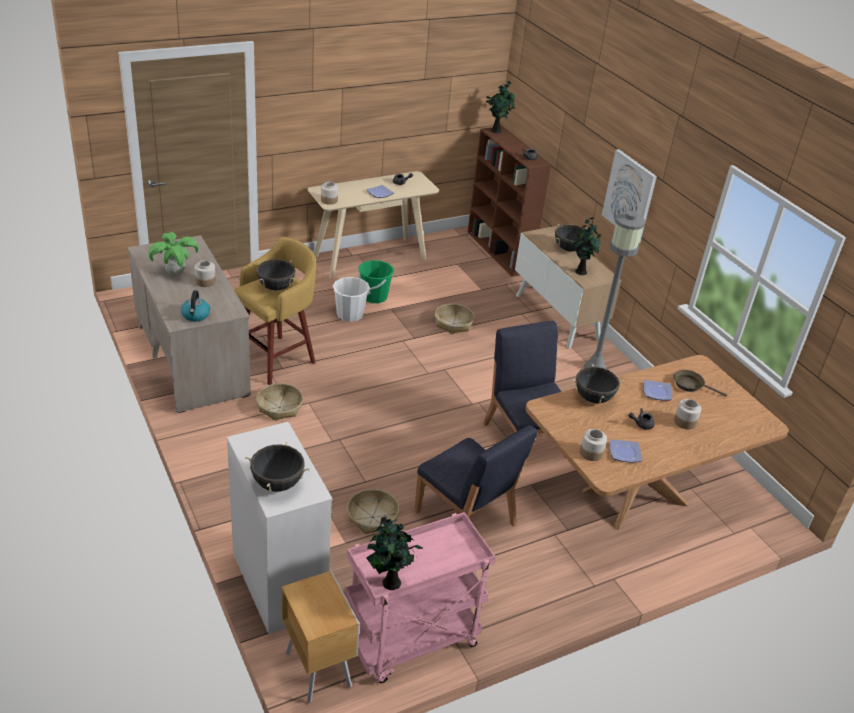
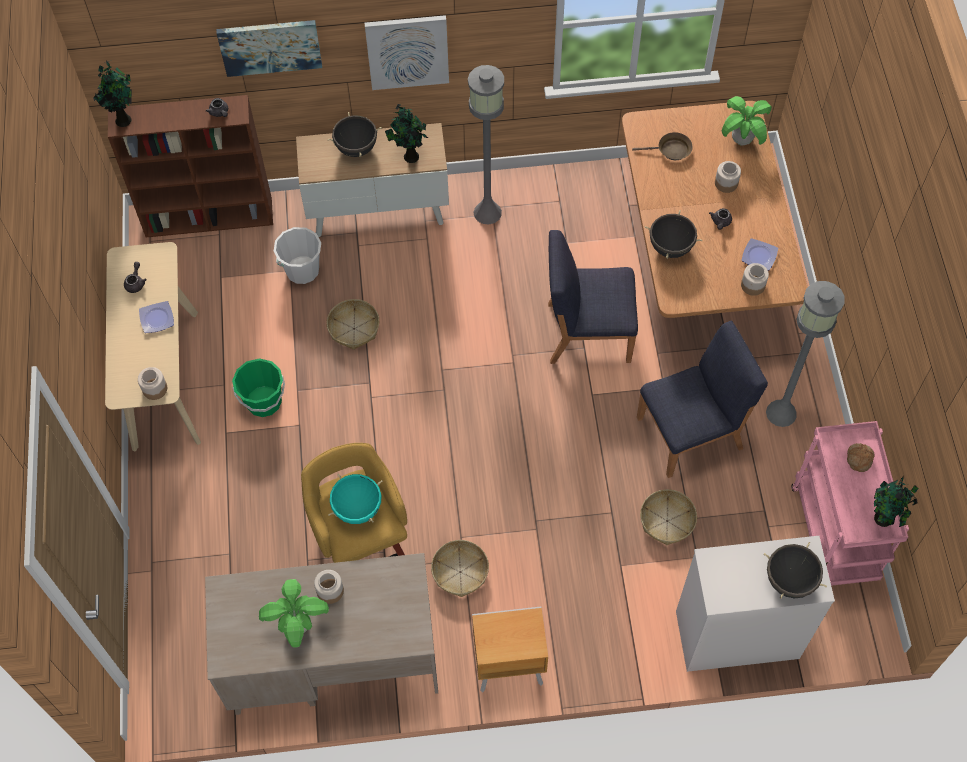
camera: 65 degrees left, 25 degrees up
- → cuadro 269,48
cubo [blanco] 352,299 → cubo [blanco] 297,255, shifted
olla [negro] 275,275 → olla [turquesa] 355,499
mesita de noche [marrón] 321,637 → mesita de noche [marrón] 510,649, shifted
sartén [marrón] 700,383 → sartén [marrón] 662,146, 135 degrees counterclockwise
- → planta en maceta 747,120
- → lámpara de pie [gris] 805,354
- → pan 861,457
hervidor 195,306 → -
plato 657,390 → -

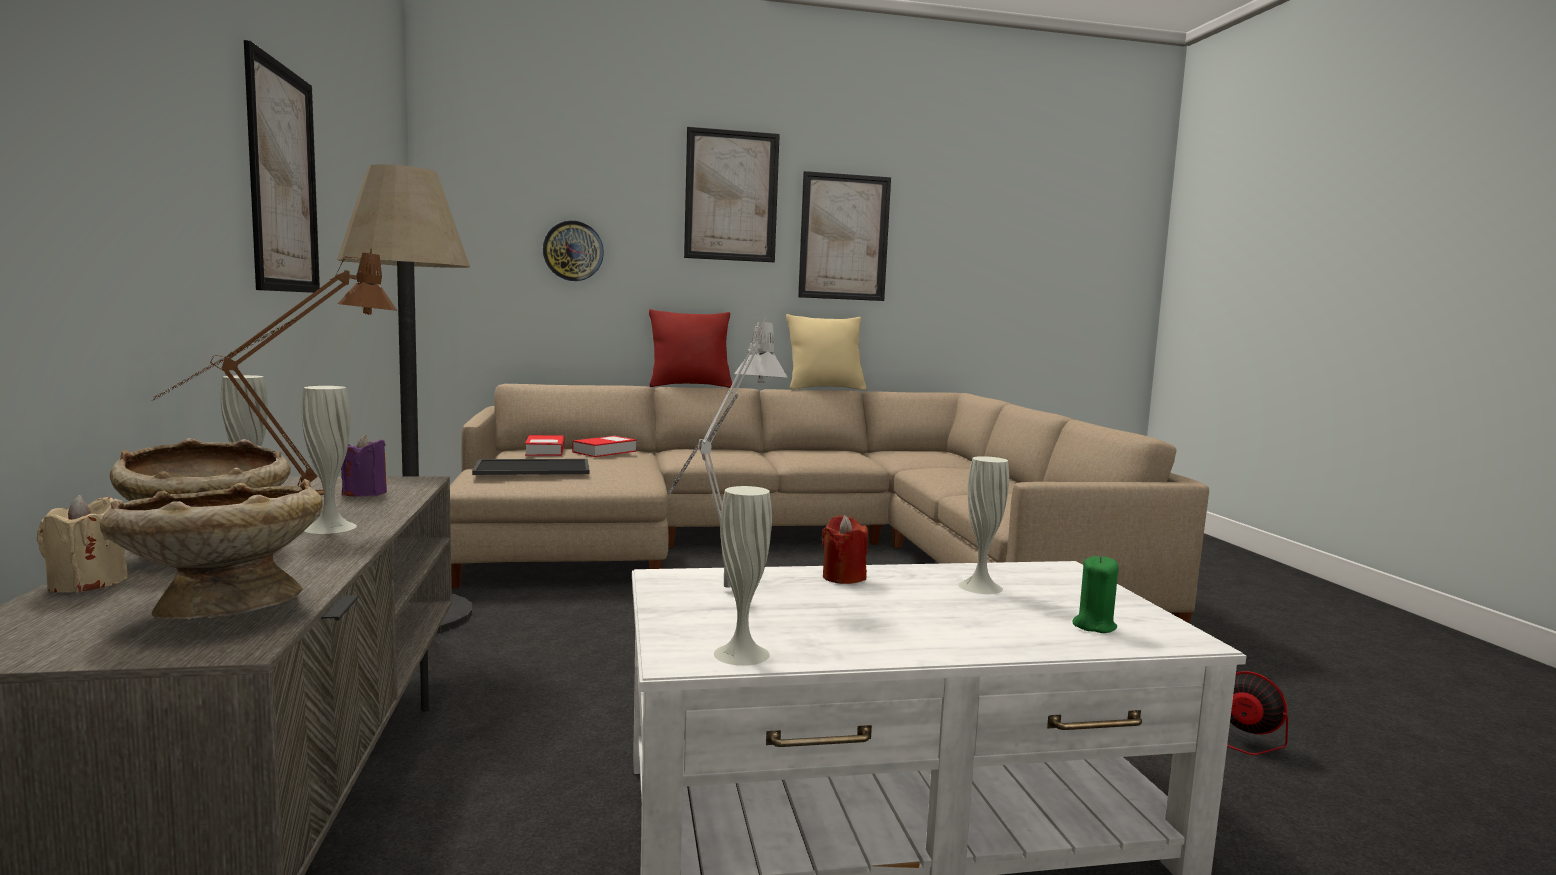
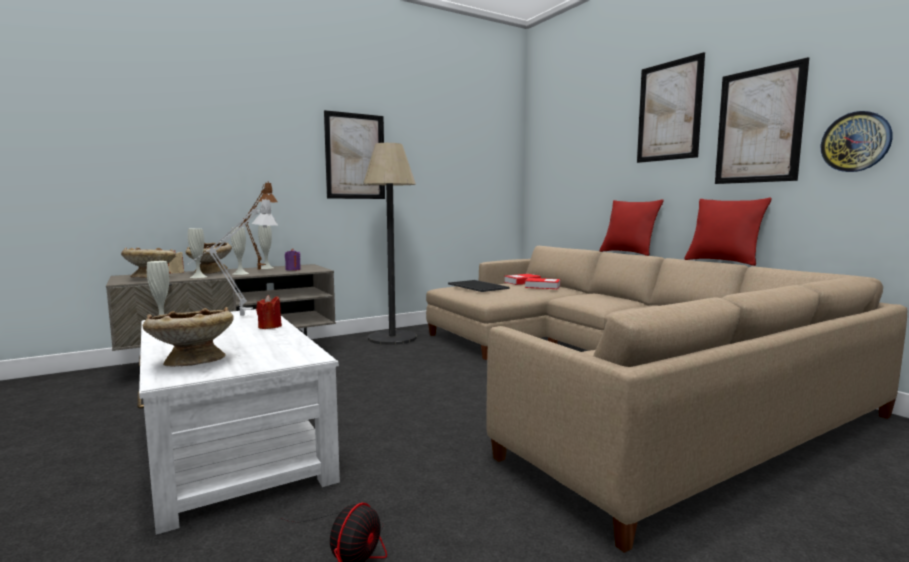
camera: 70 degrees right, 0 degrees up
vela [verde] 1095,594 → cuenco [beis] 188,337
florero [blanco] 983,525 → florero [blanco] 198,253, shifted
cojín [beis] 826,352 → cojín [rojo] 728,232
reloj de pared 573,251 → reloj de pared 857,141, shifted

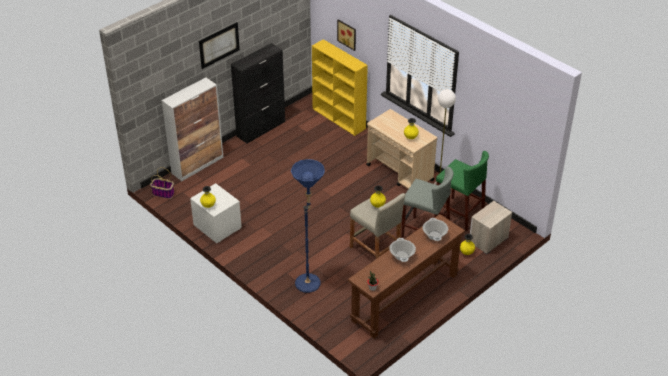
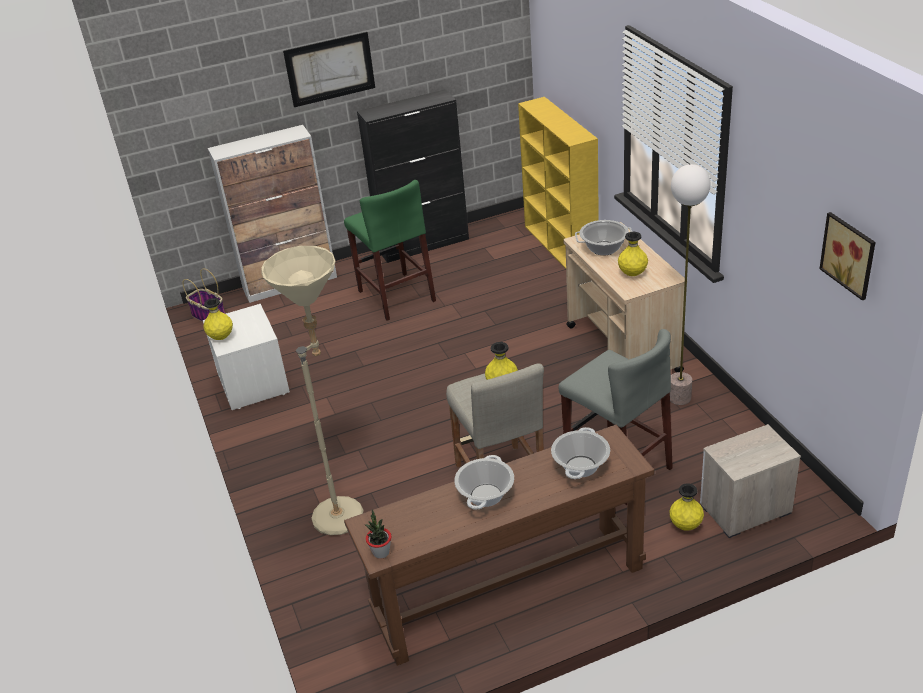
camera: 25 degrees right, 5 degrees down
lámpara de pie [azul] 308,226 → lámpara de pie [beis] 312,390
taburete [verde] 462,191 → taburete [verde] 390,250, shifted
- → olla 603,238
cuadro 346,35 → cuadro 847,256, shifted

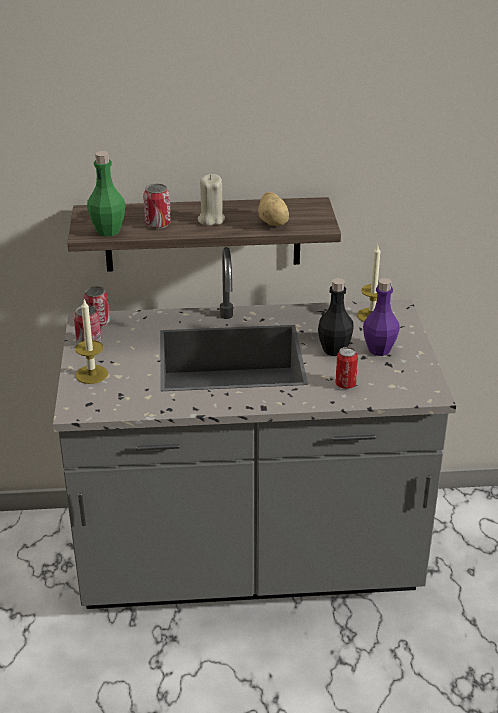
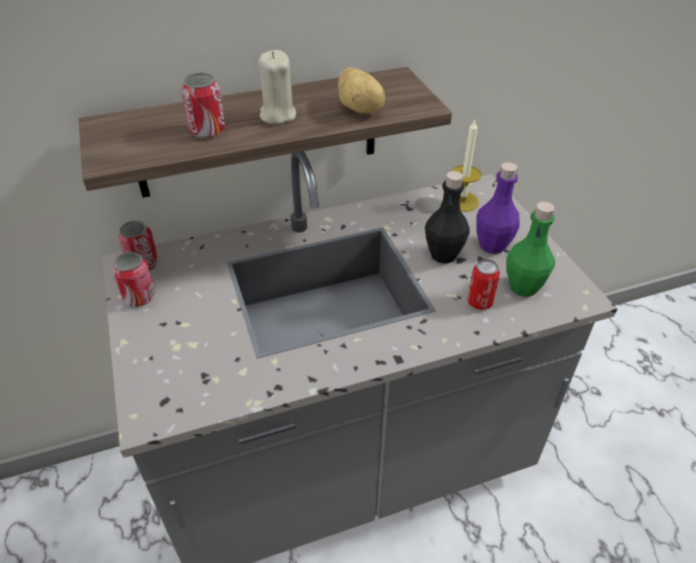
camera: 15 degrees left, 10 degrees up
botella [verde] 106,193 → botella [verde] 530,249, shifted
vela 91,342 → -

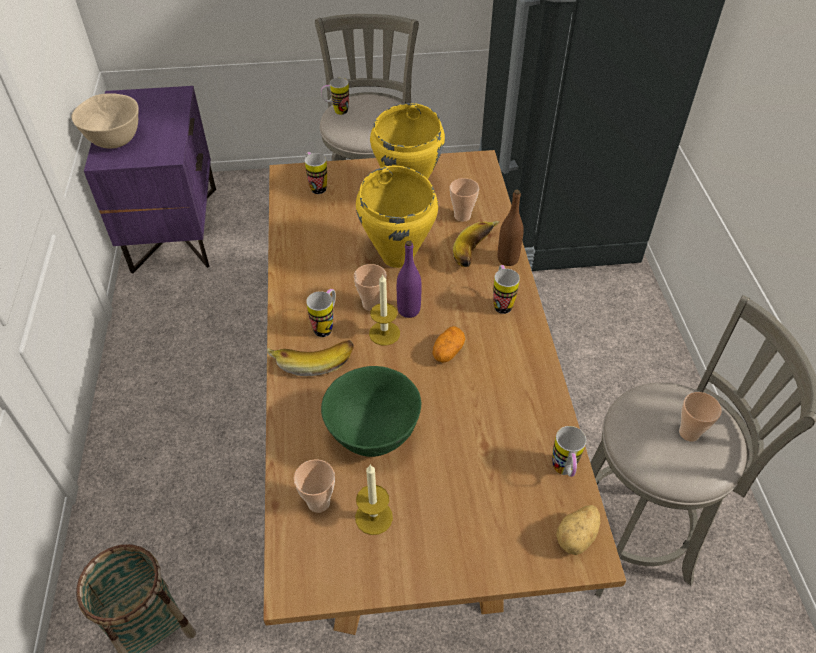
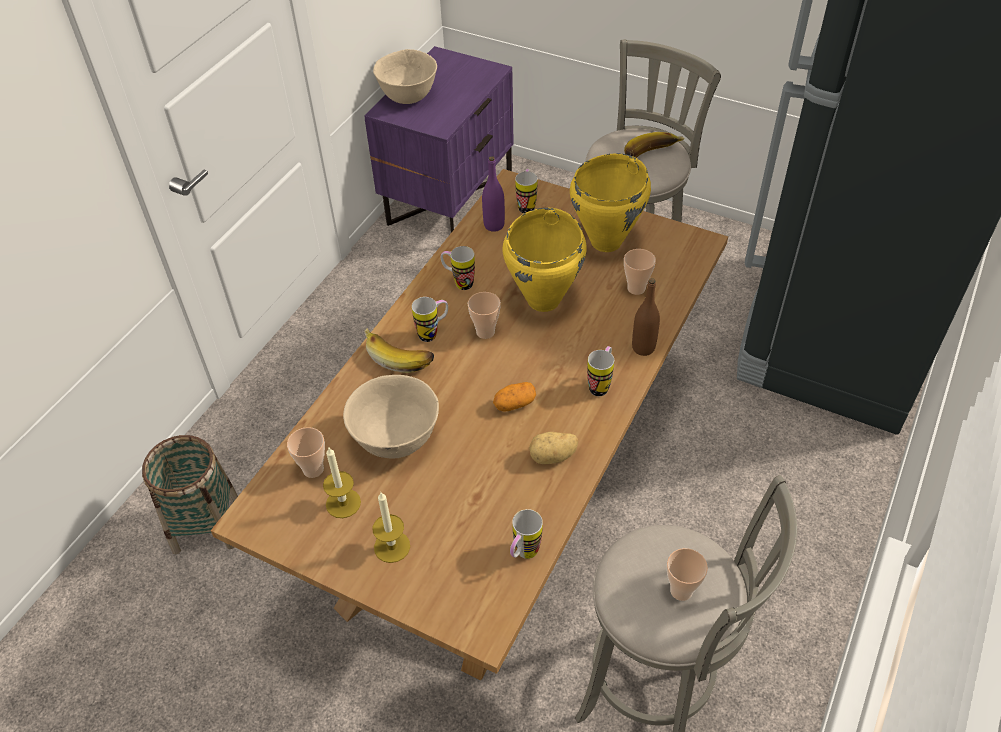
camera: 35 degrees right, 0 degrees up
cuenco [verde] 371,411 → cuenco [beis] 391,417
vela 384,310 → vela 391,527, shifted
taza grande 335,96 → taza grande 458,268, shifted
botella [morado] 409,279 → botella [morado] 493,194, shifted
patata 578,530 → patata 553,448, shifted
plátano 476,244 → plátano 654,145, shifted

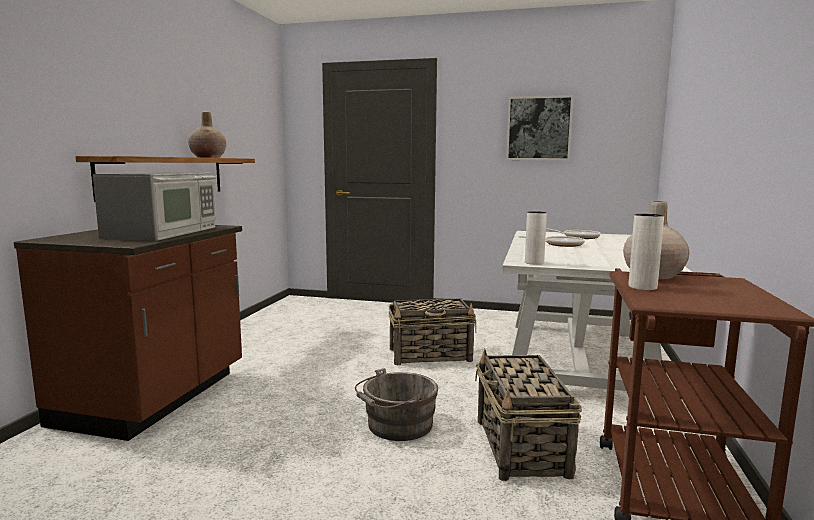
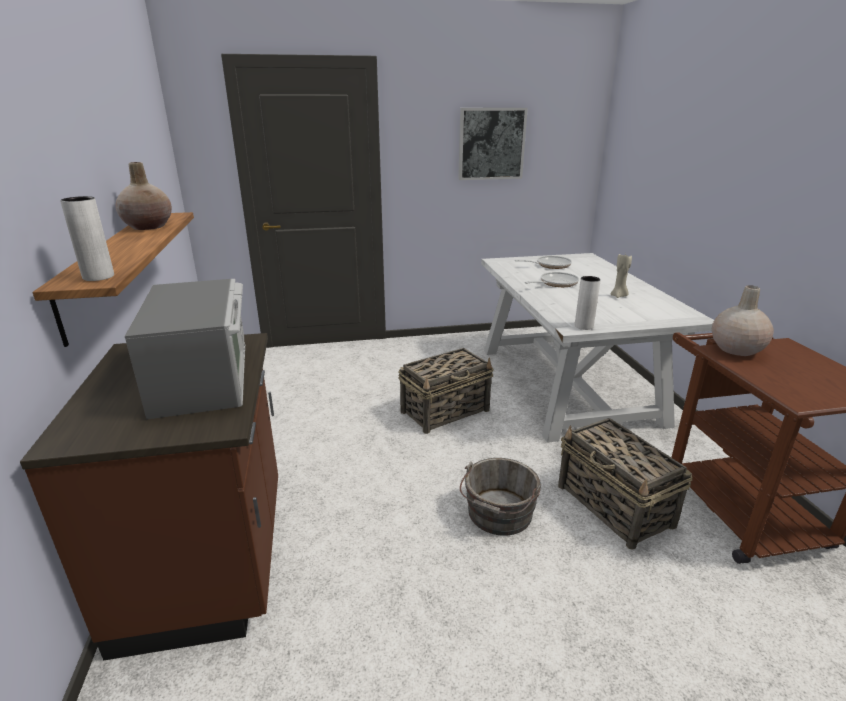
camera: 25 degrees left, 15 degrees up
florero [blanco] 646,252 → florero [blanco] 87,238, shifted
- → vela [beis] 621,275

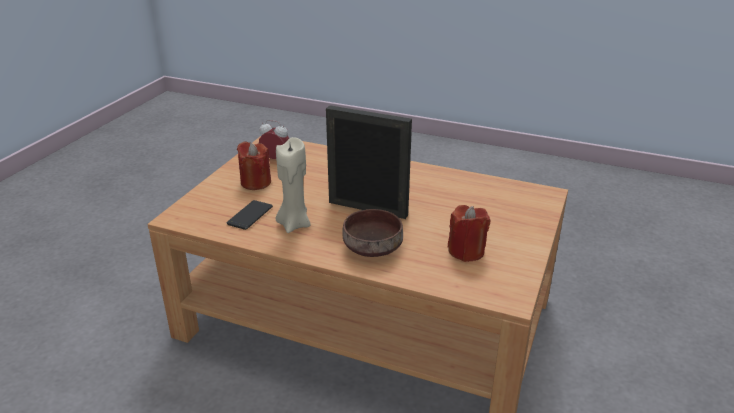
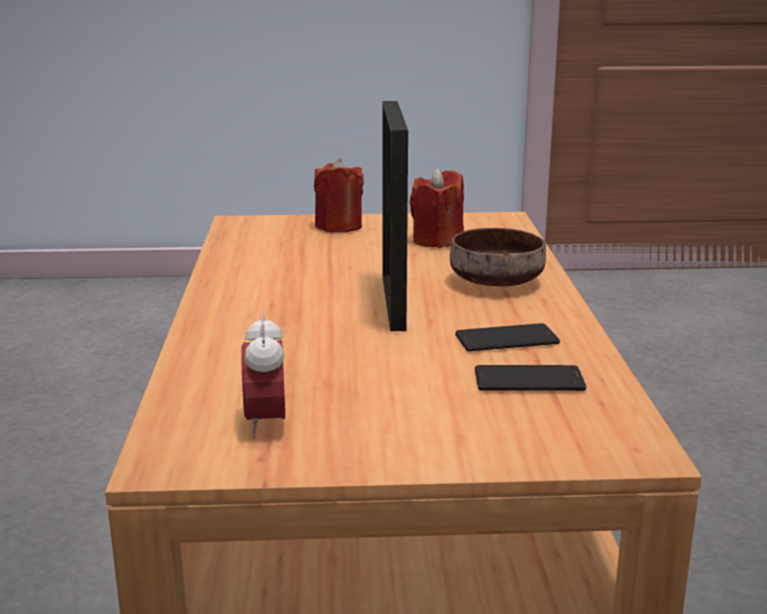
camera: 115 degrees left, 10 degrees down
vela [rojo] 254,165 → vela [rojo] 339,195, shifted
vela [beis] 293,185 → móvil 507,337

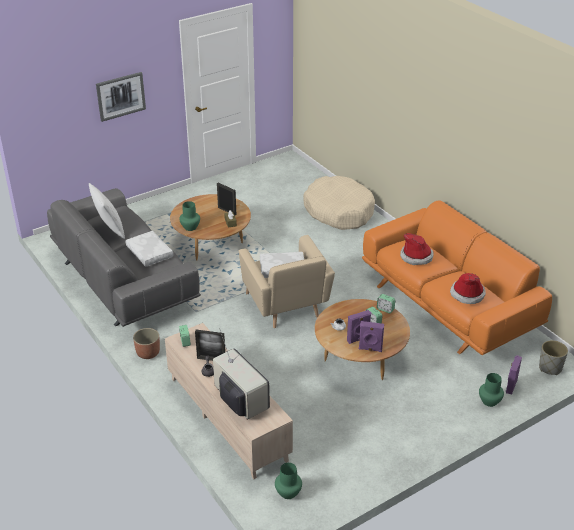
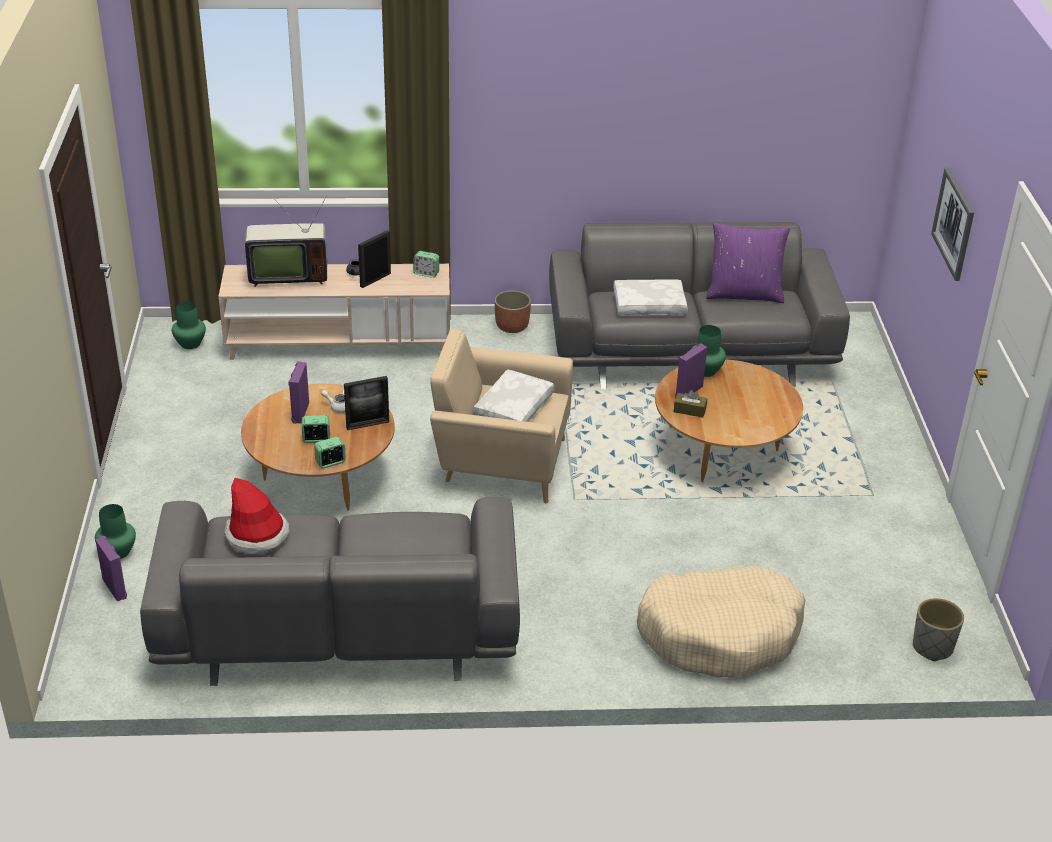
camera: 120 degrees right, 0 degrees up
sofá [naranja] 457,277 → sofá [gris] 330,591
portarretratos 226,199 → portarretratos 366,403, shifted
altavoz [morado] 371,336 → altavoz [morado] 691,370, shifted
cojín [blanco] 107,211 → cojín [morado] 748,263
maceta [gris] 553,357 → maceta [gris] 938,629, shifted
sombrero 417,249 → -

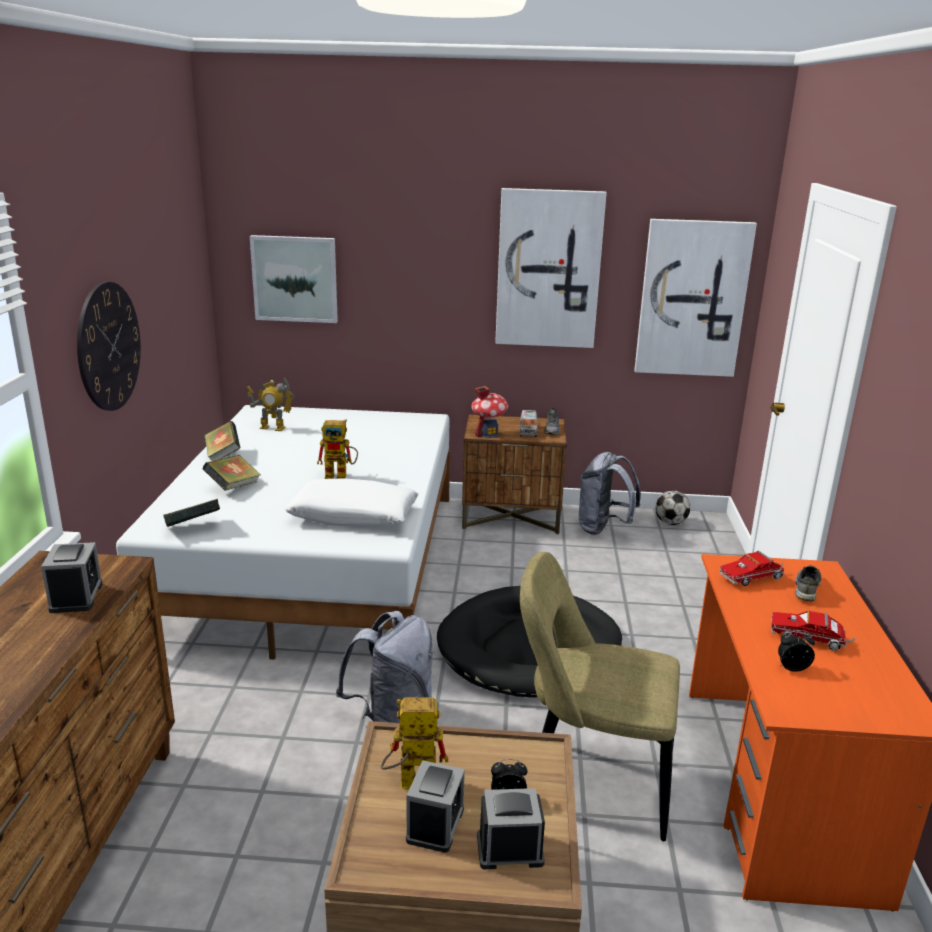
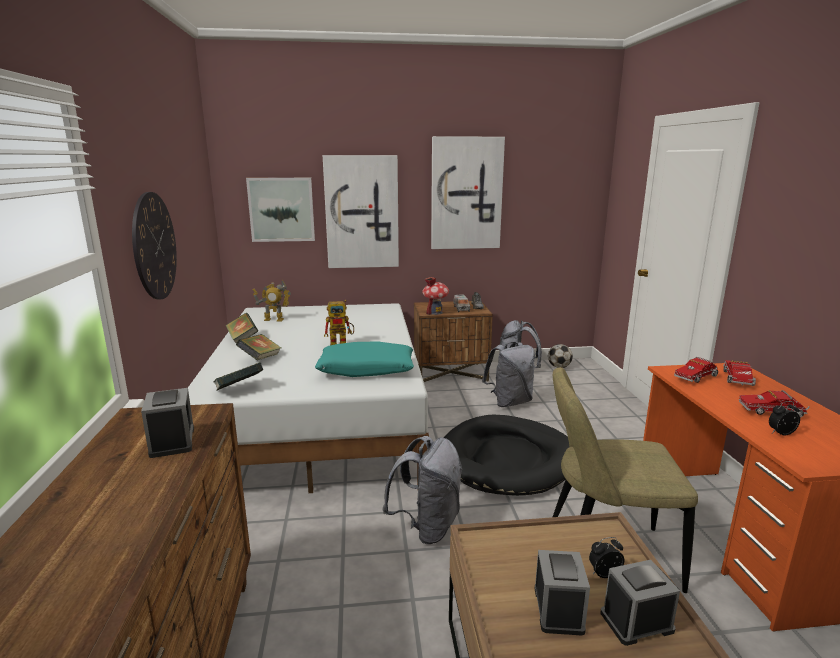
camera: 10 degrees left, 5 degrees down
cojín [blanco] 352,502 → cojín [turquesa] 364,359
cuadro 695,298 → cuadro 361,211, shifted
- → mochila [gris] 508,374
zapato [gris] 808,583 → camión de juguete 739,373
robot de juguete 414,743 → -

